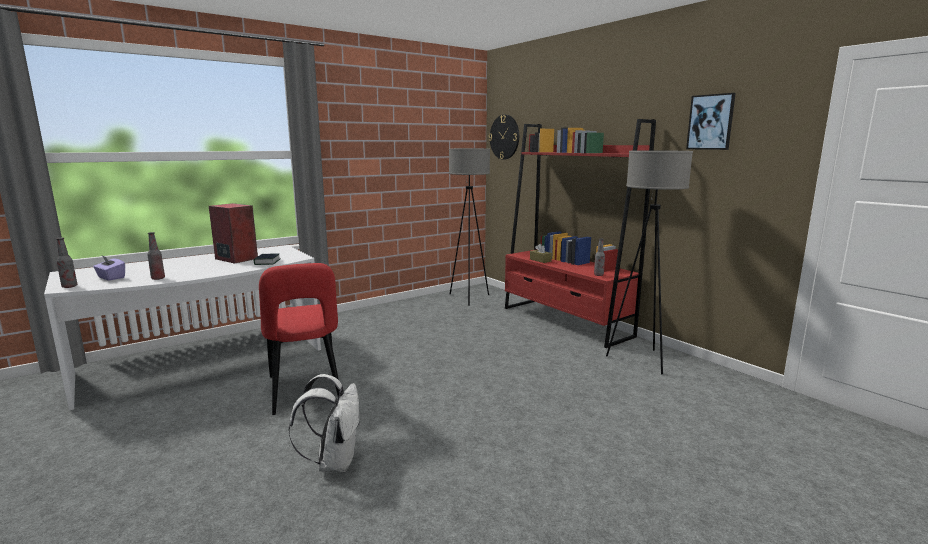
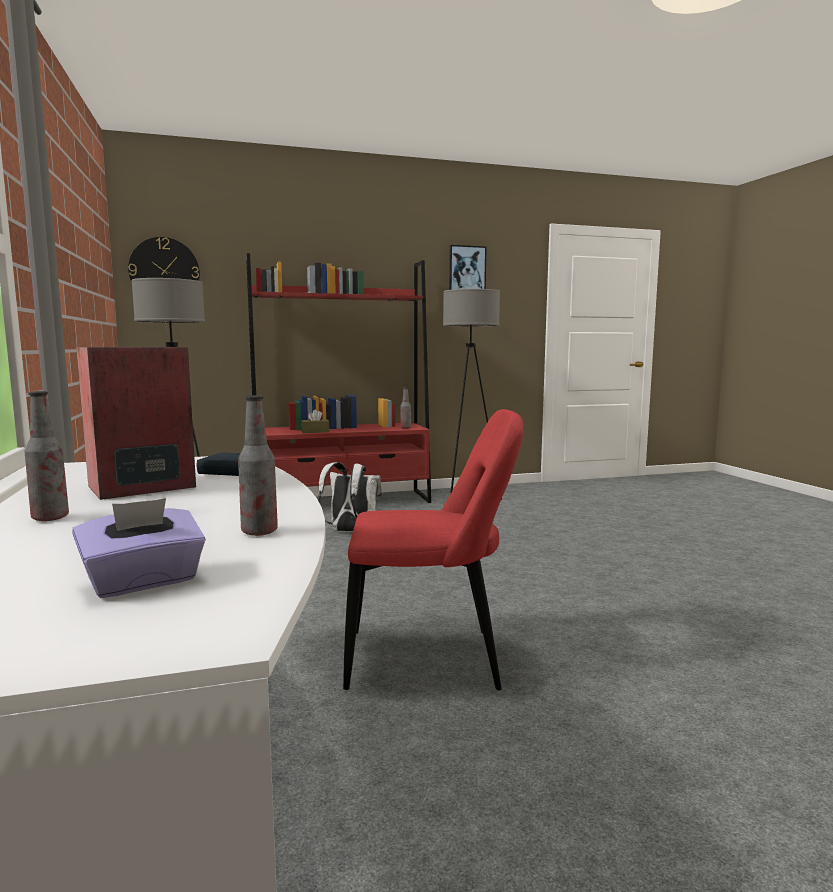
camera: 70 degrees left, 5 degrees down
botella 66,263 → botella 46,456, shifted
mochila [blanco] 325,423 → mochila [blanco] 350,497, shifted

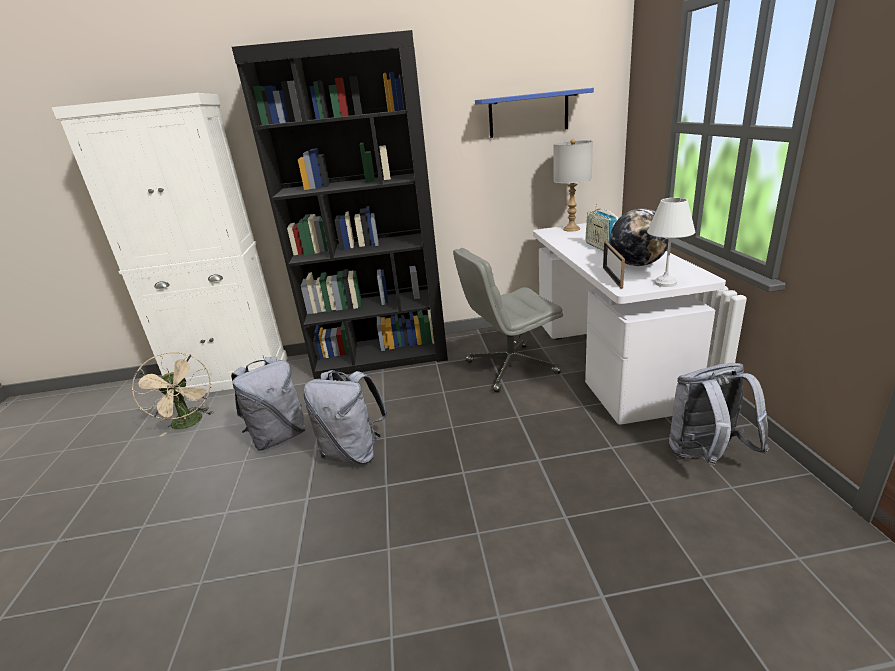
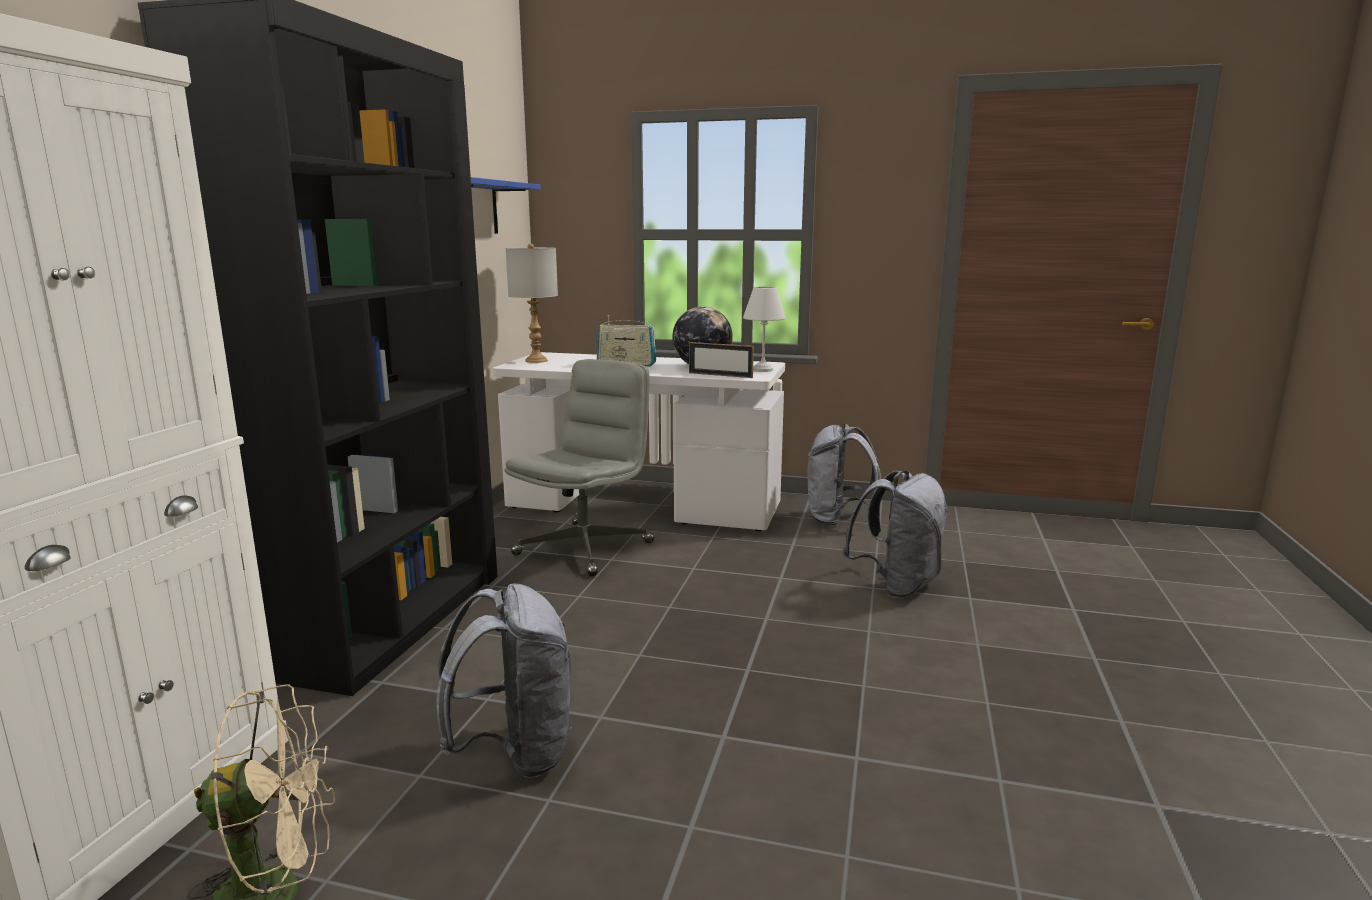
camera: 70 degrees left, 10 degrees down
silla de oficina [gris] 508,320 → silla de oficina [gris] 579,467, 150 degrees counterclockwise
mochila [gris] 345,417 → mochila [gris] 895,534, shifted

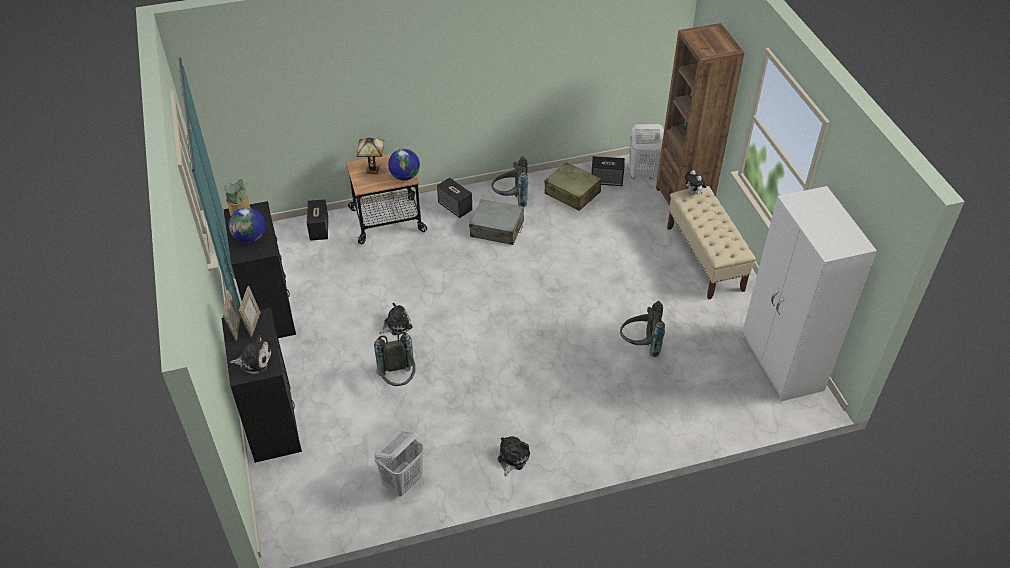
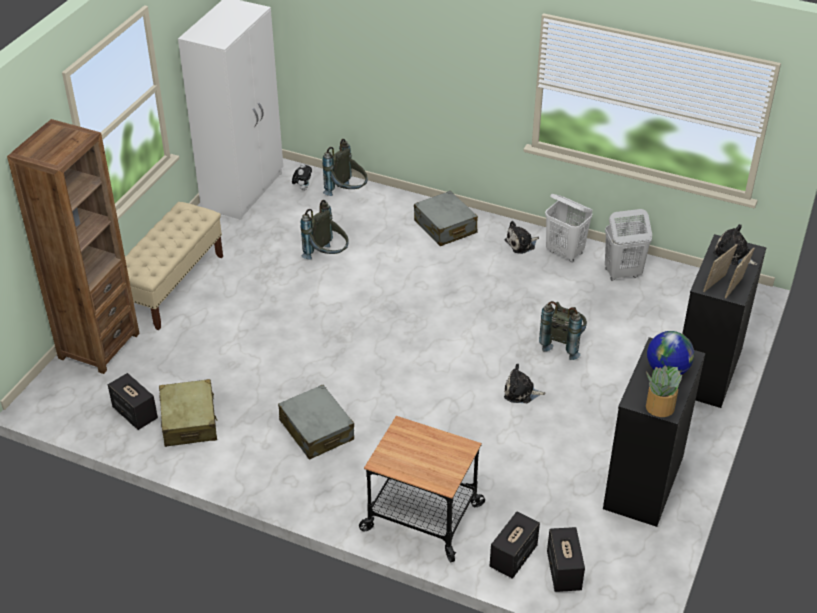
camera: 140 degrees left, 5 degrees down
peluche 695,182 → peluche 302,177, shifted
mochila [gris] 509,181 → mochila [gris] 345,167, shifted
- → maleta [gris] 446,218
cesto de la ropa [blanco] 646,151 → cesto de la ropa [blanco] 569,228, shifted
altavoz 454,198 → altavoz 566,559, shifted
lámpara de mesa 370,155 → -
globo terráqueo 404,164 → -

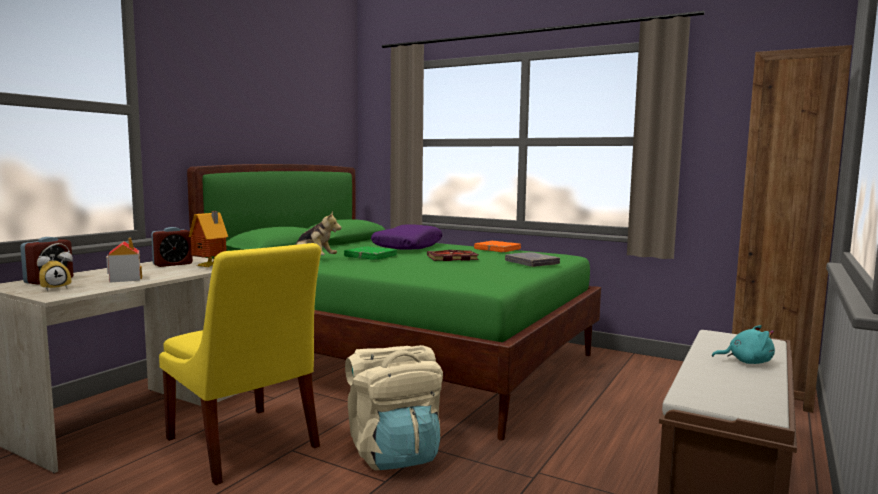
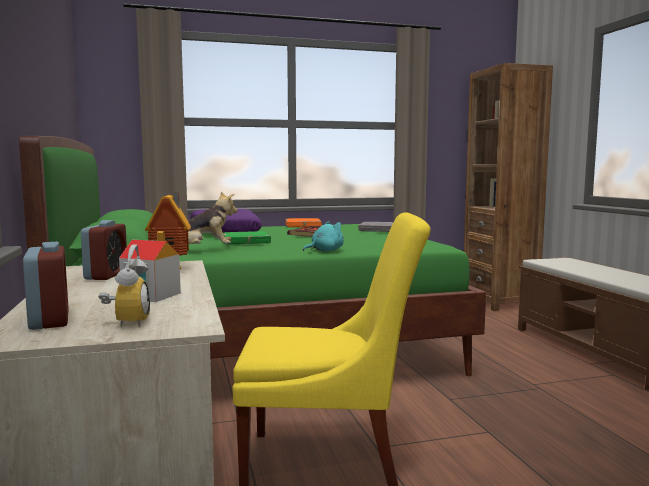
camera: 45 degrees left, 0 degrees up
peluche [turquesa] 743,344 → peluche [turquesa] 323,236, shifted
mochila [beis] 394,407 → -

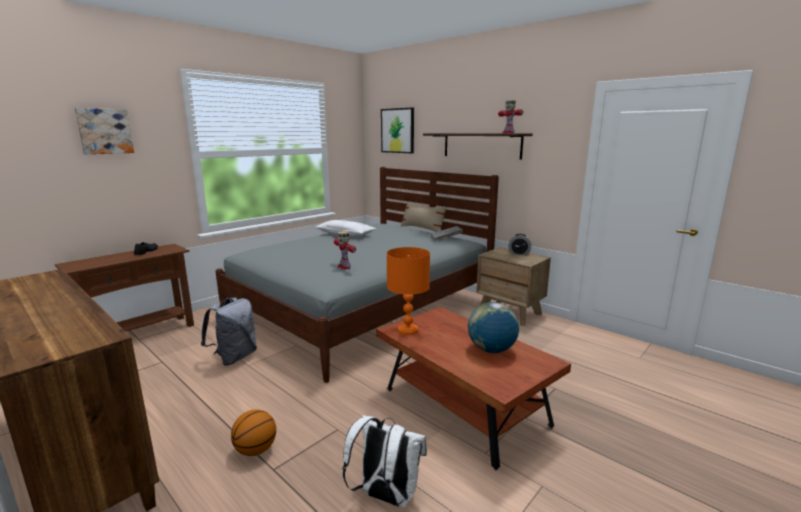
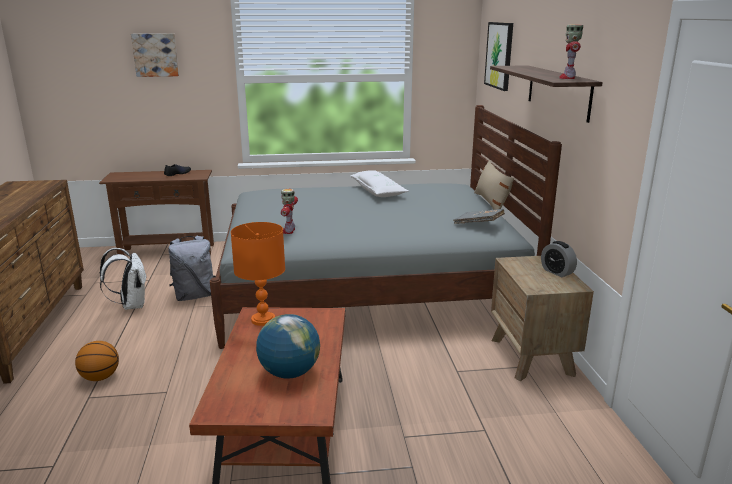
camera: 40 degrees right, 5 degrees up
mochila [blanco] 384,461 → mochila [blanco] 122,279, shifted

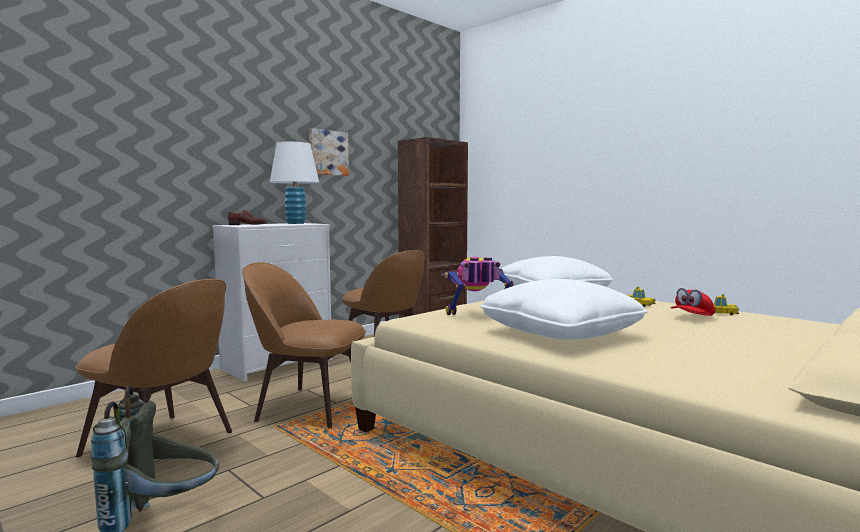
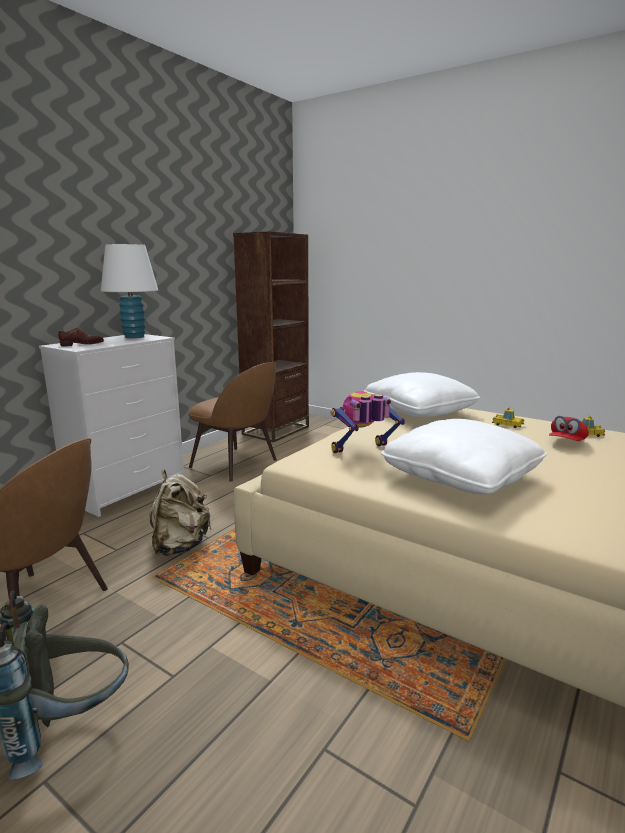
camera: 10 degrees left, 10 degrees up
silla [marrón] 304,345 → mochila [beis] 181,513
cuadro 329,152 → -

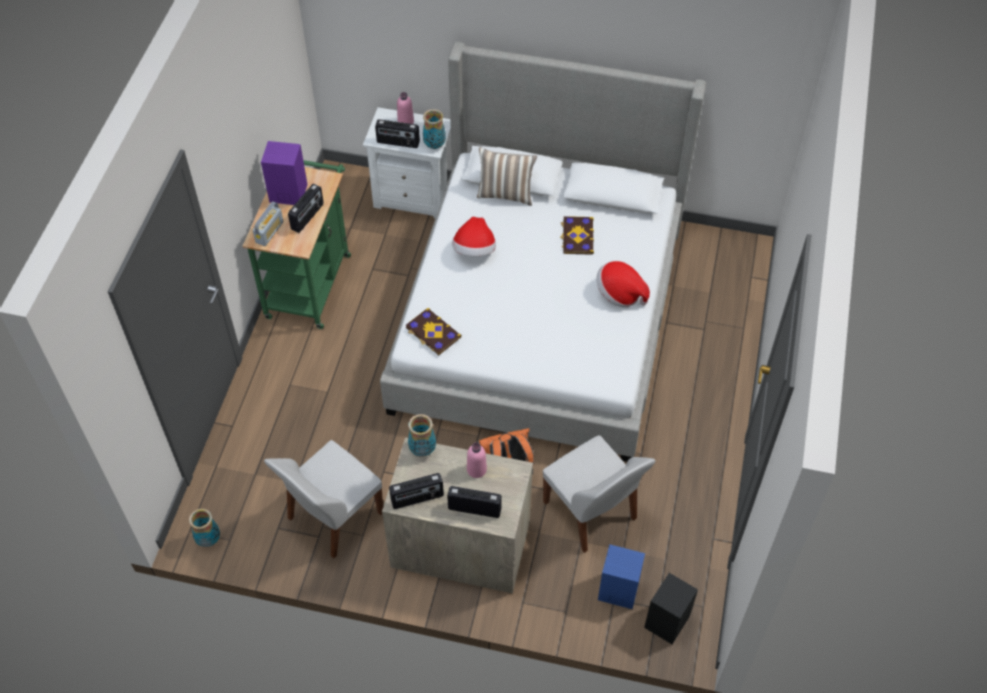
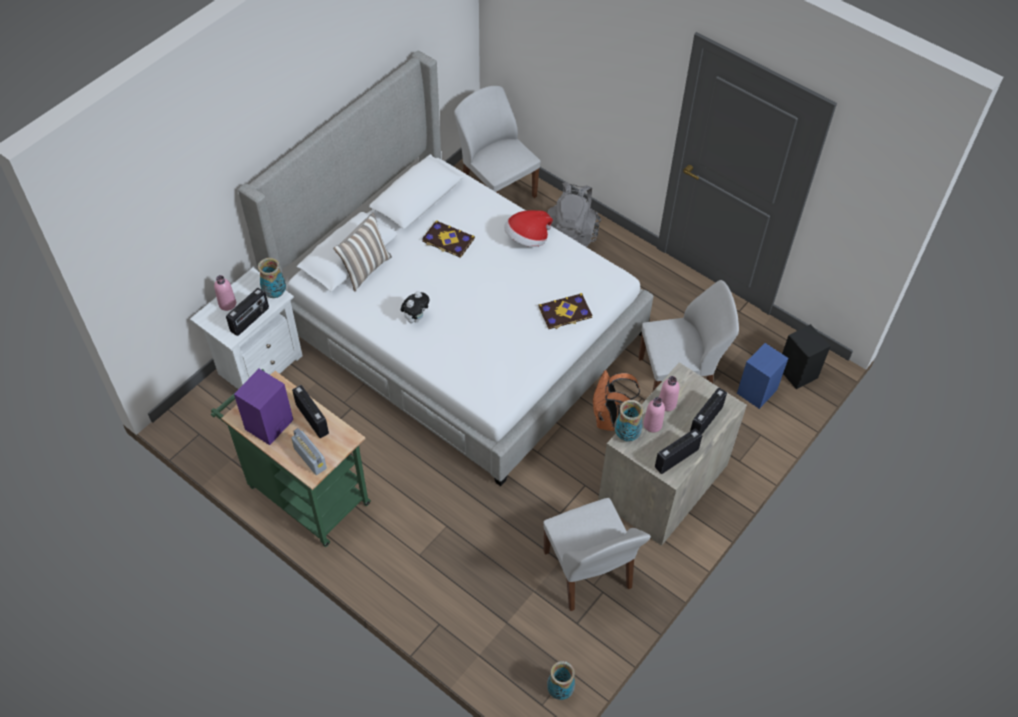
camera: 65 degrees left, 0 degrees up
sombrero 474,236 → peluche 415,307
- → silla [blanco] 497,142
libro 433,331 → libro 566,311, shifted
- → mochila [gris] 574,214
- → botella [rosa] 654,414
radio 416,491 → radio 678,451, 135 degrees counterclockwise

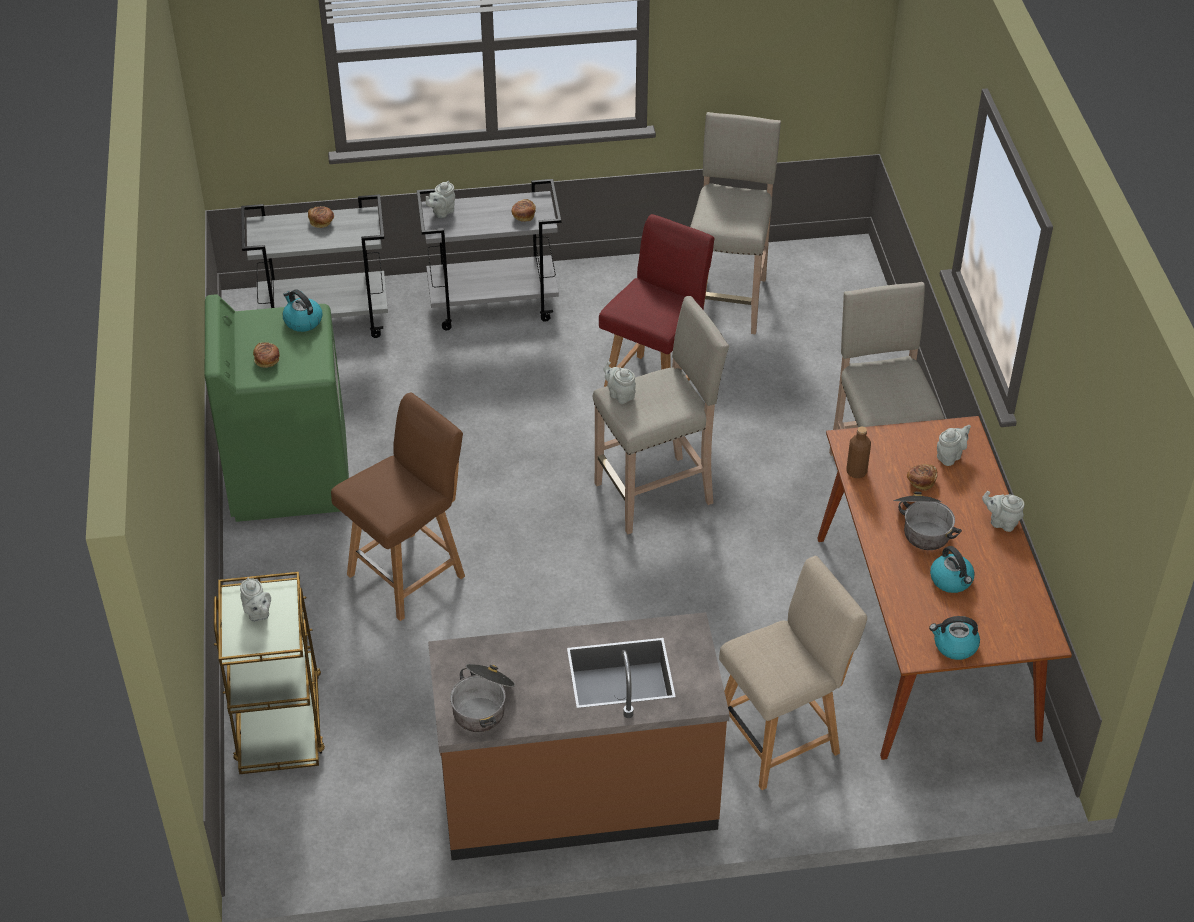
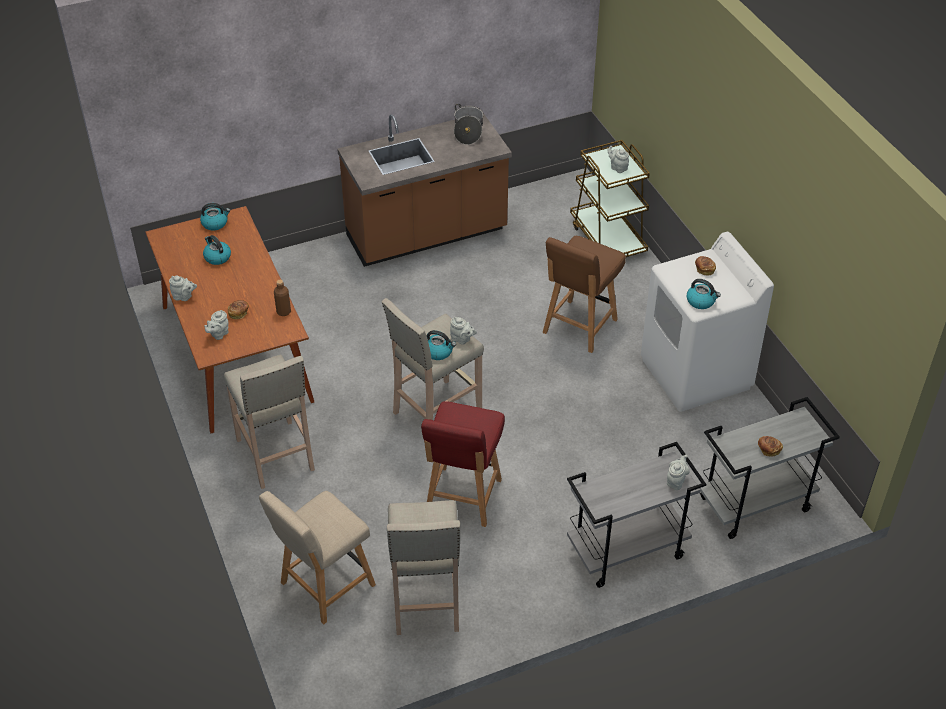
camera: 165 degrees right, 0 degrees up
silla [beis] 793,673 → silla [beis] 317,557, shifted
- → hervidor 441,345
lavadora [verde] 277,408 → lavadora [blanco] 707,322
pan 523,210 → -
olla 927,520 → -

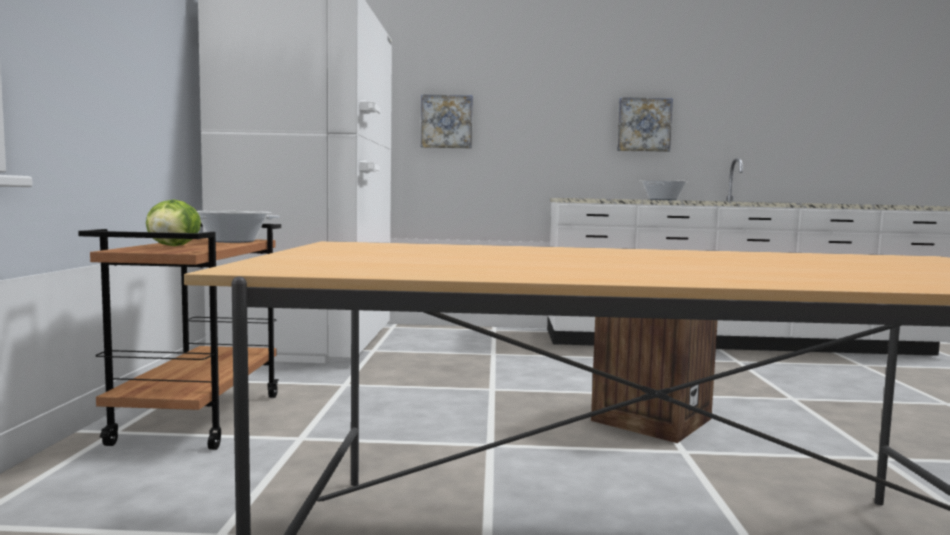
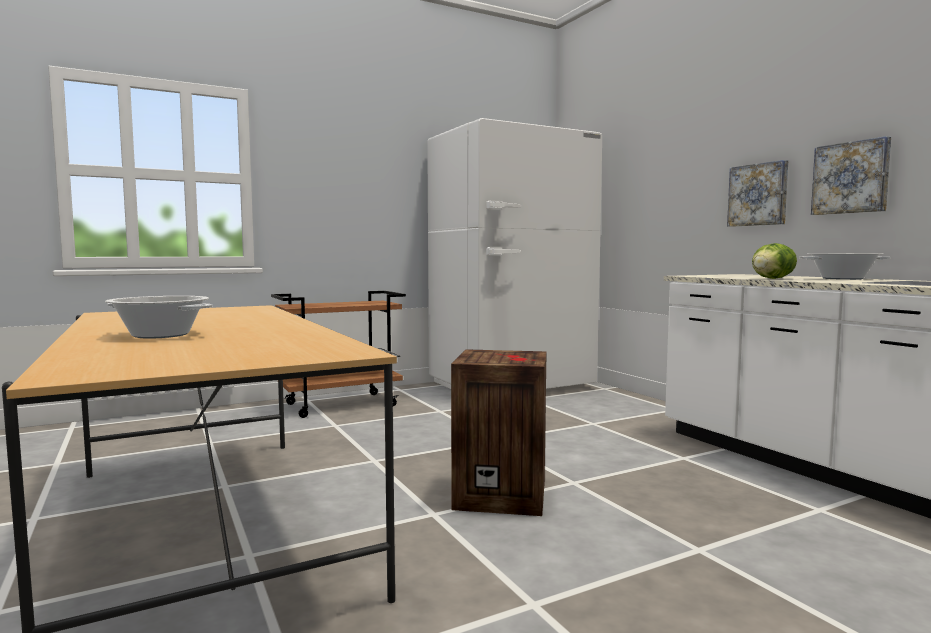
camera: 60 degrees right, 0 degrees up
olla 238,227 → olla 158,317, shifted
cuadro 447,121 → cuadro 757,193, shifted
lechuga 173,223 → lechuga 774,261, shifted

